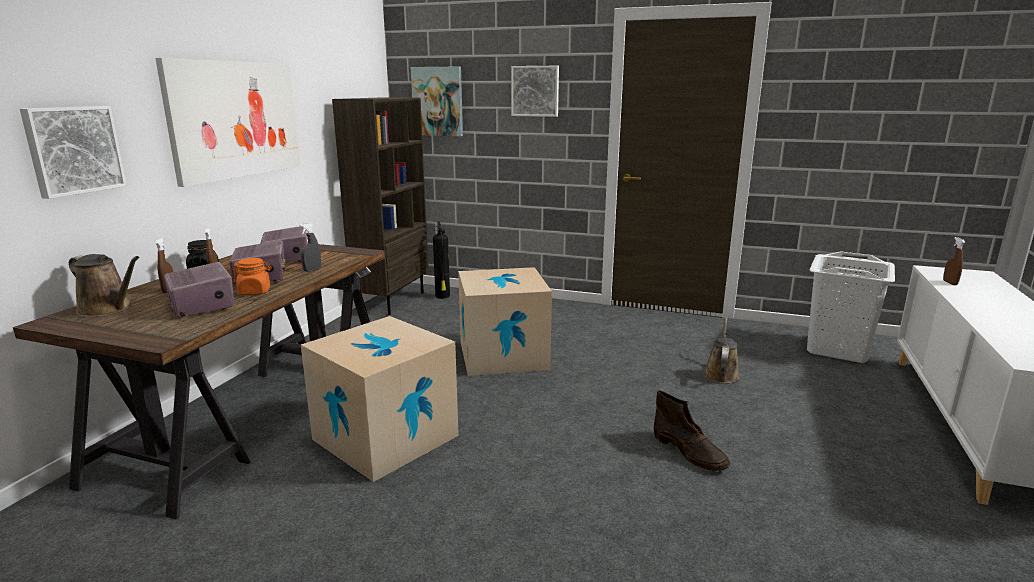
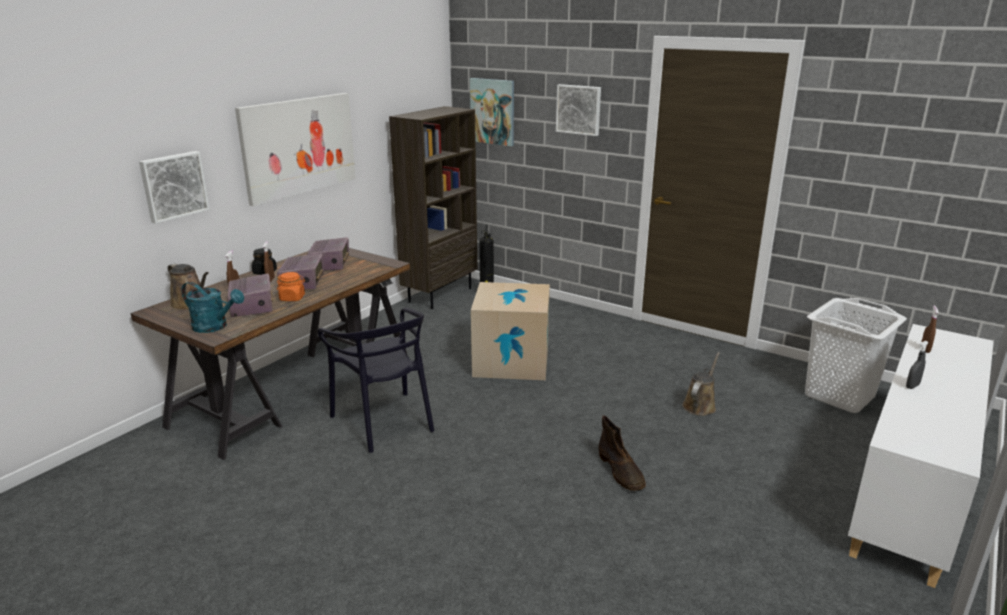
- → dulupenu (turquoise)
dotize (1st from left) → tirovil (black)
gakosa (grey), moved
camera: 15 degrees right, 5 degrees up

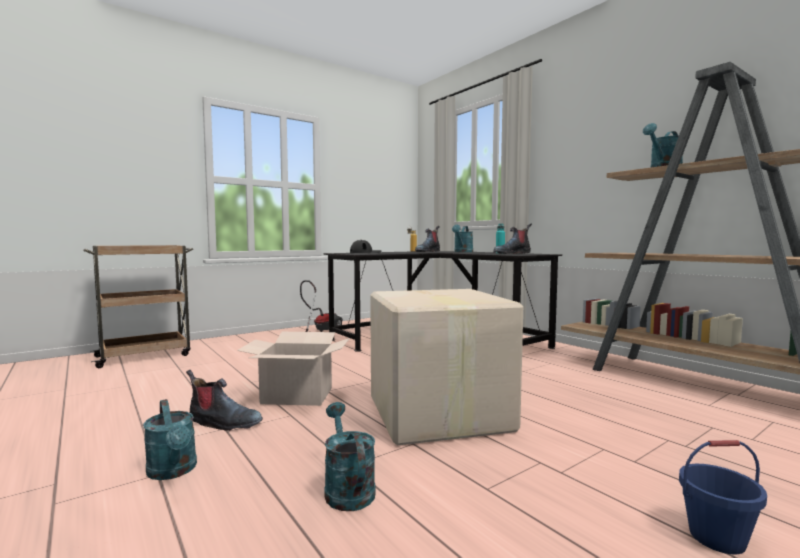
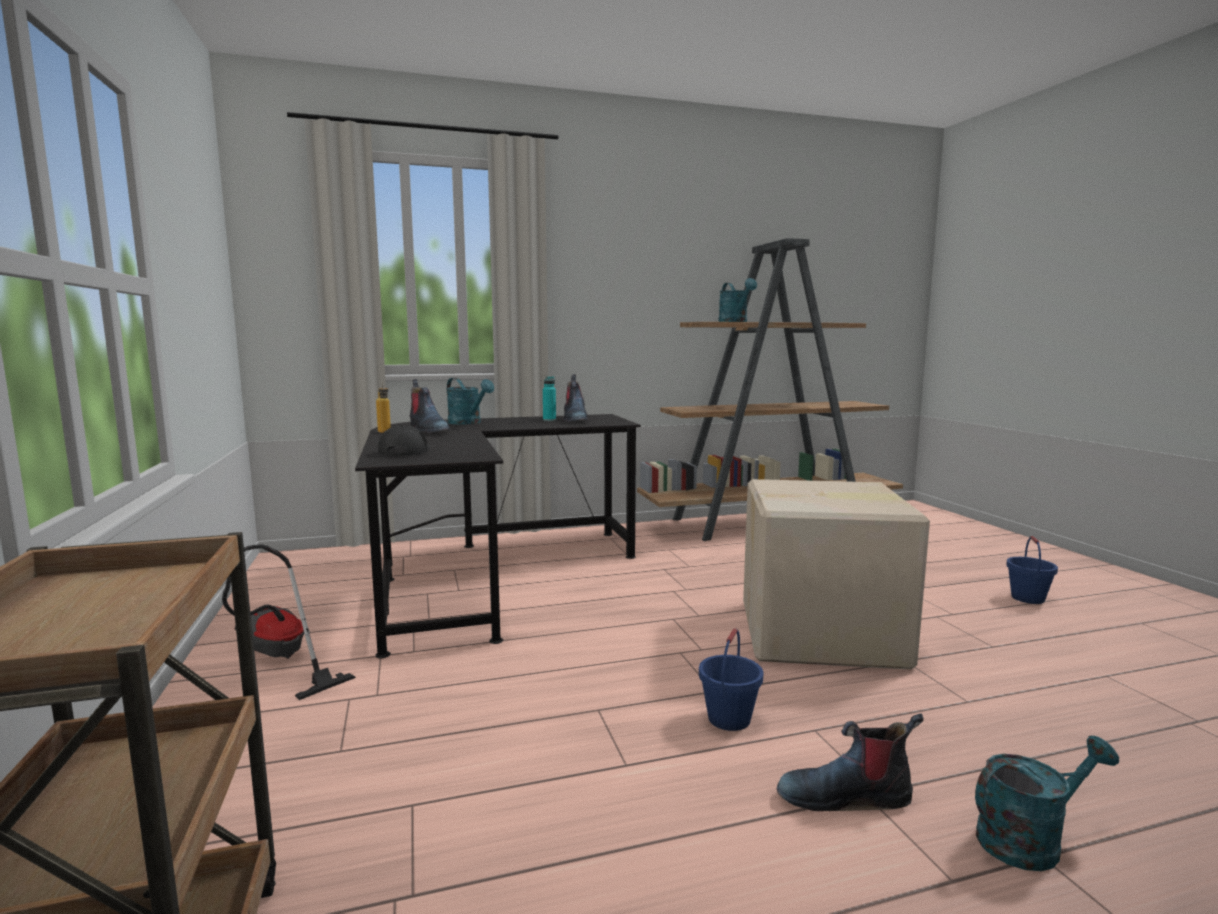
dotize (1st from left) → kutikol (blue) (1st from left)
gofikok (1st from left in the first image) → gofikok (3rd from left), 120 degrees counterclockwise
dulupenu (turquoise) (2nd from left) → -
camera: 70 degrees left, 5 degrees up

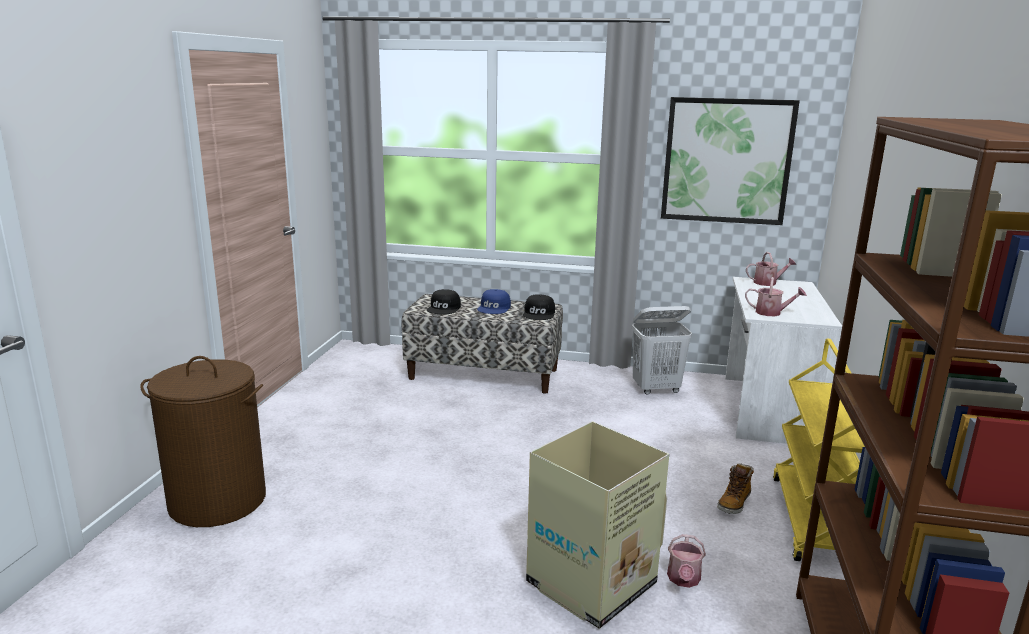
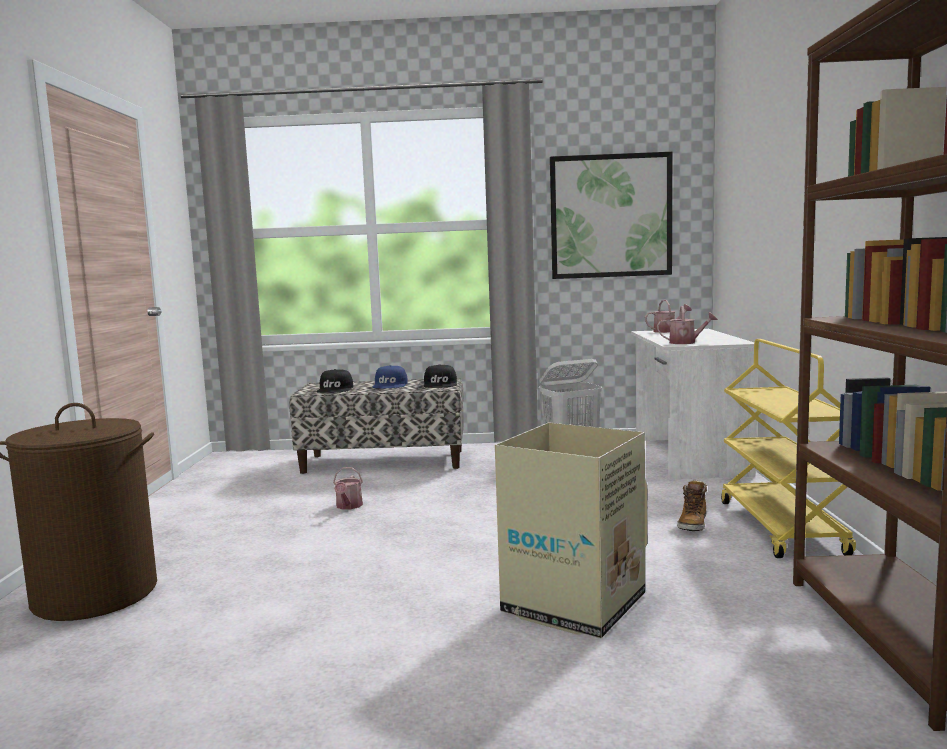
dulupenu (1st from left), moved
camera: 10 degrees left, 10 degrees down

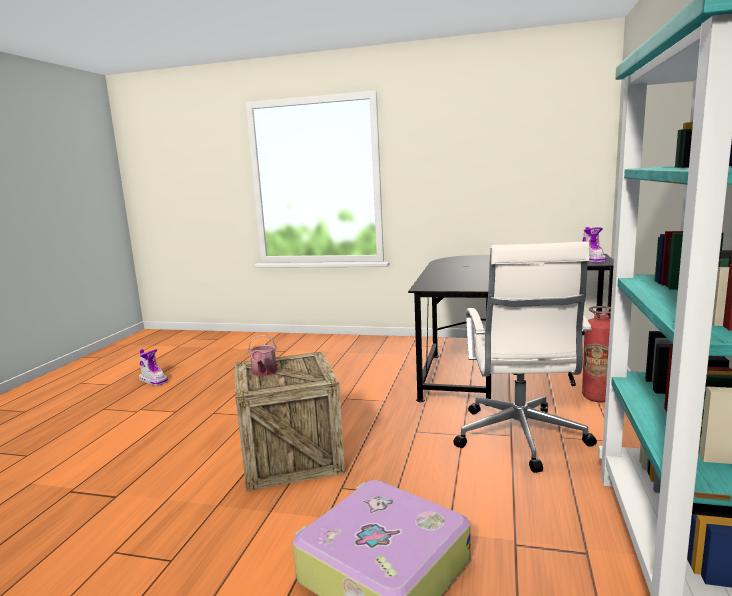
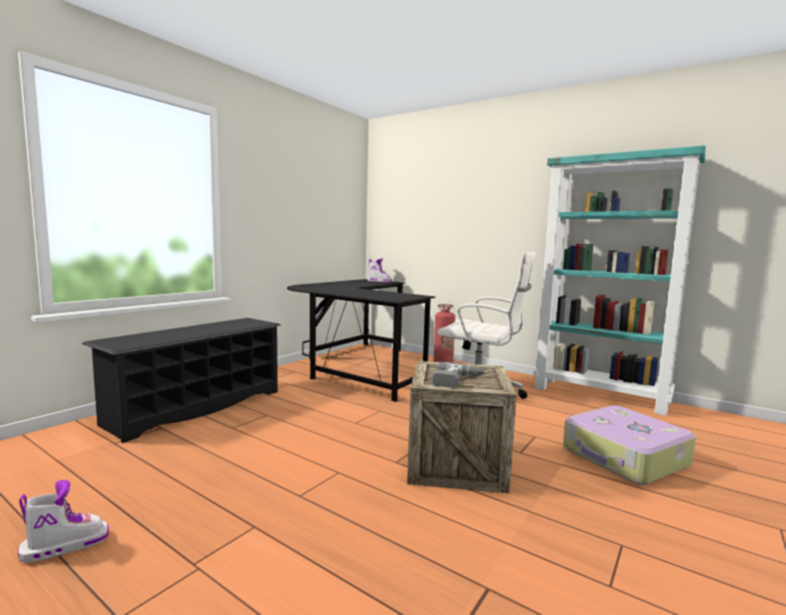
- → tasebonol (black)
dulupenu → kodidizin
camera: 70 degrees left, 5 degrees down

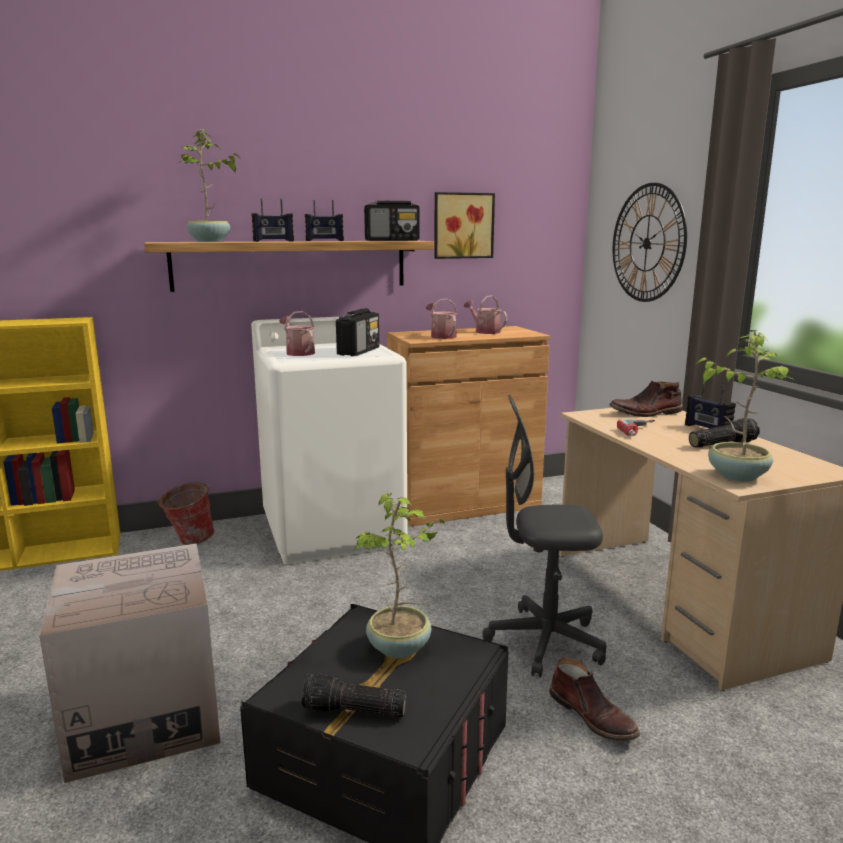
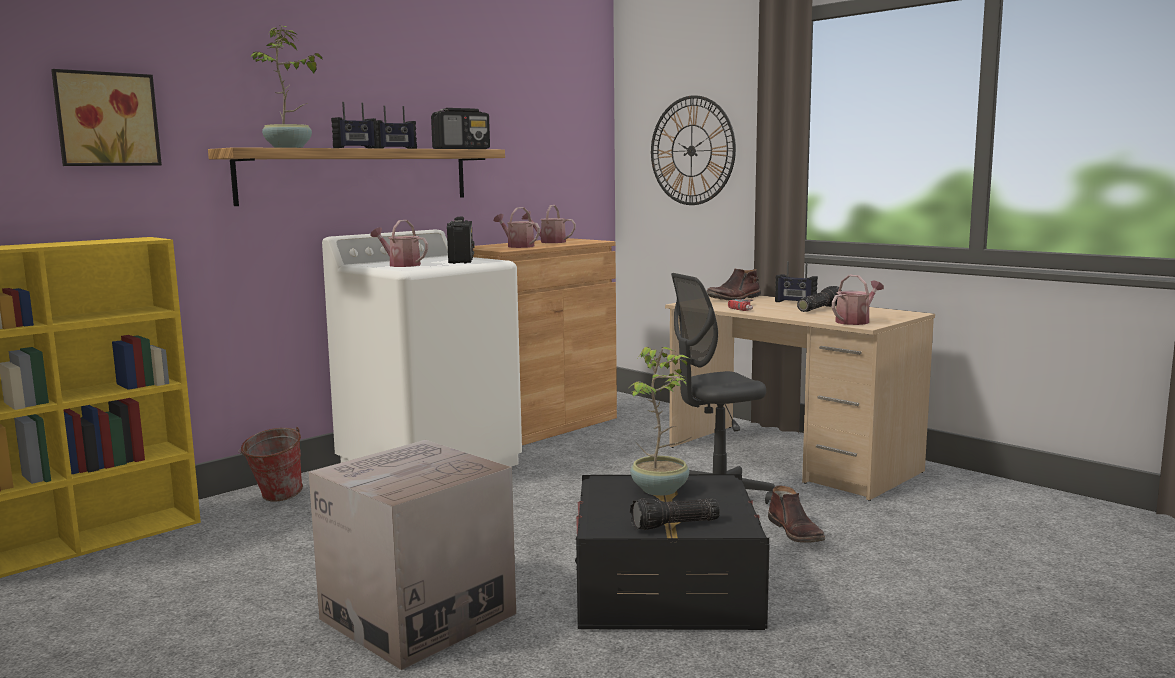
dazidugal, moved
gofikok (brown) (1st from left in the first image) → gofikok (brown) (2nd from left), 45 degrees clockwise
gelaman (3rd from left) → dulupenu (4th from left)
camera: 25 degrees left, 5 degrees down

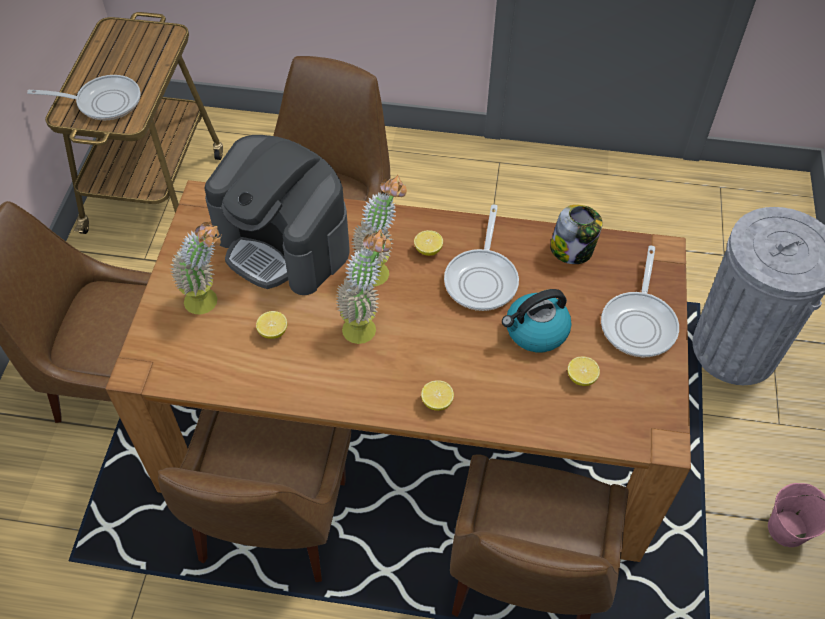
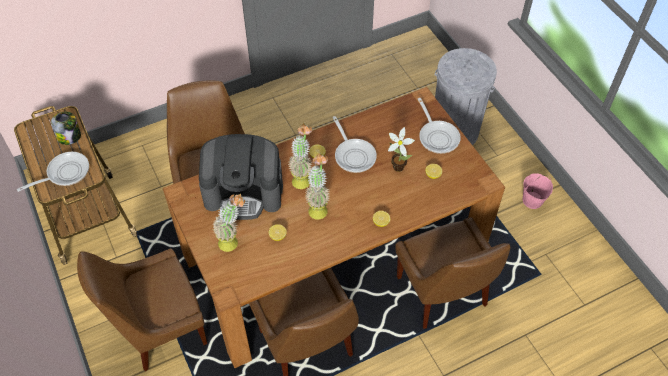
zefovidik, moved
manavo → gelaman (4th from left)
camera: 35 degrees left, 0 degrees up

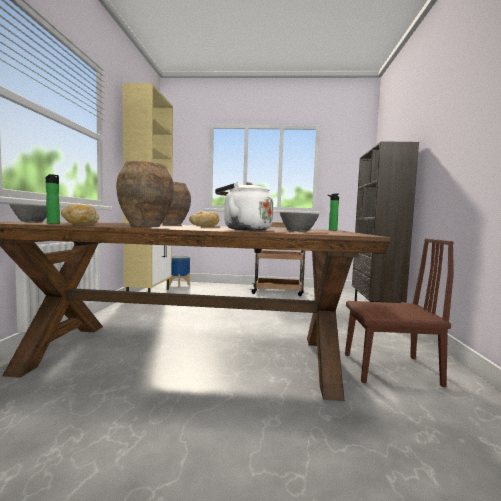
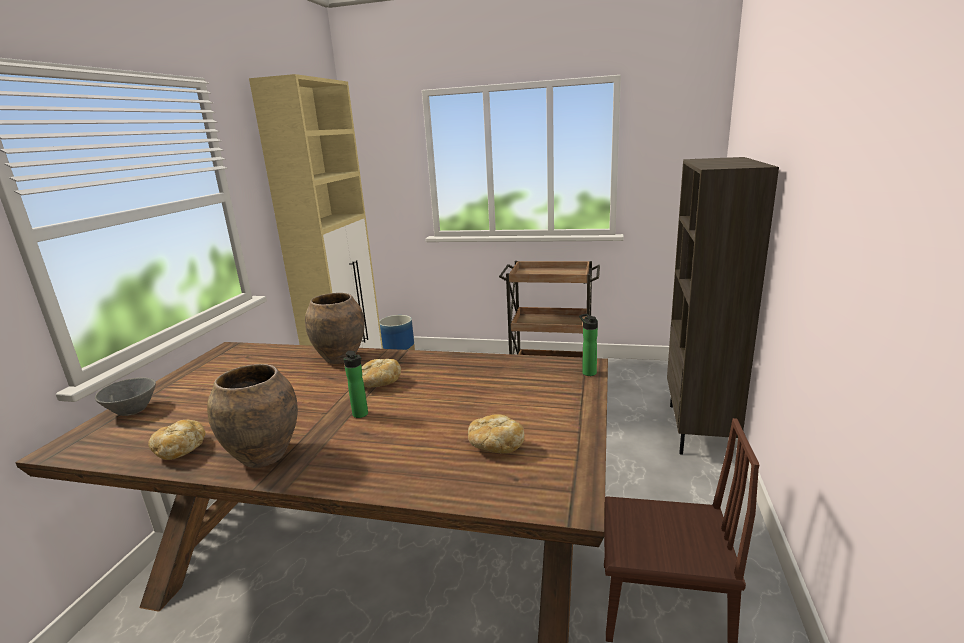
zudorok (1st from left), moved
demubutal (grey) (2nd from left) → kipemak (3rd from left)
manavo (white) → -
camera: 10 degrees right, 15 degrees up

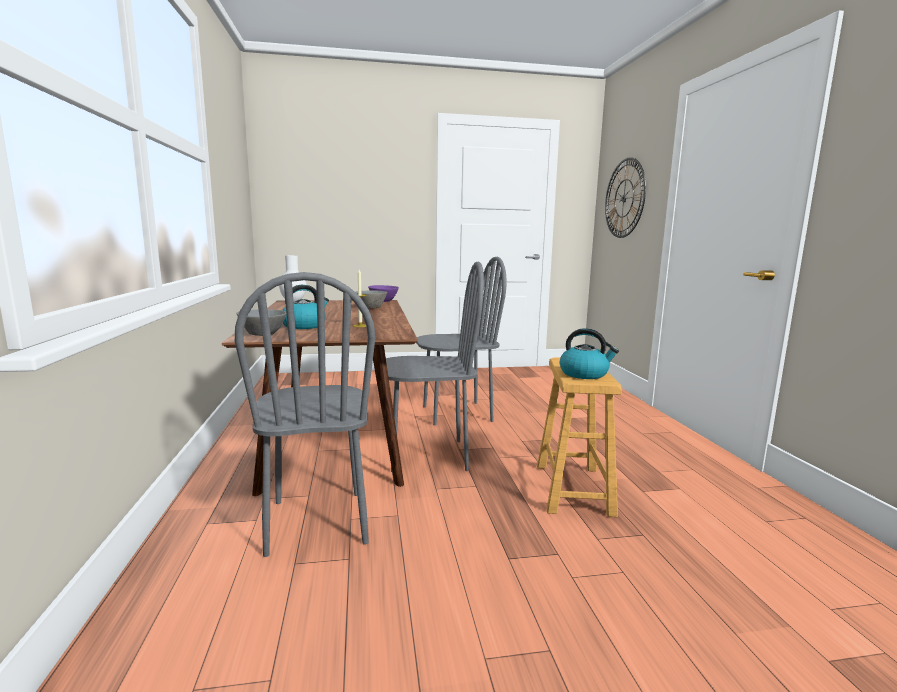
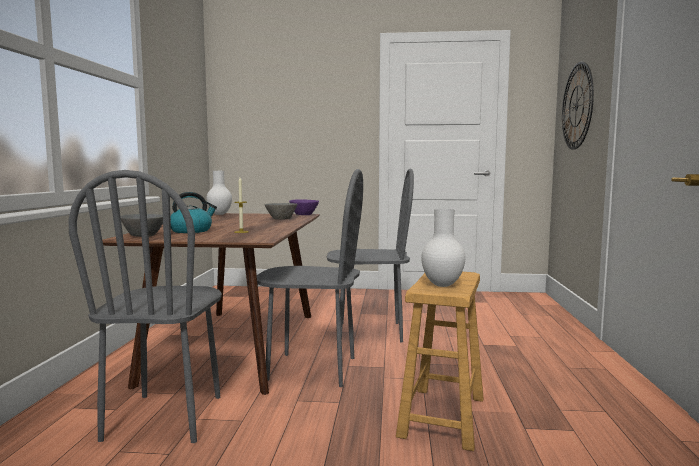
manavo (2nd from left) → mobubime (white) (2nd from left)
camera: 15 degrees right, 5 degrees down

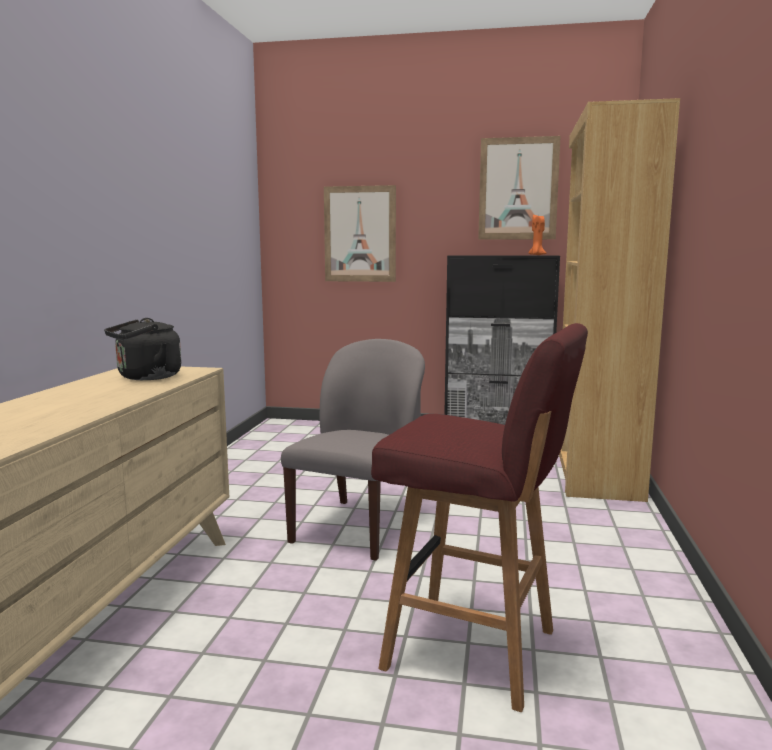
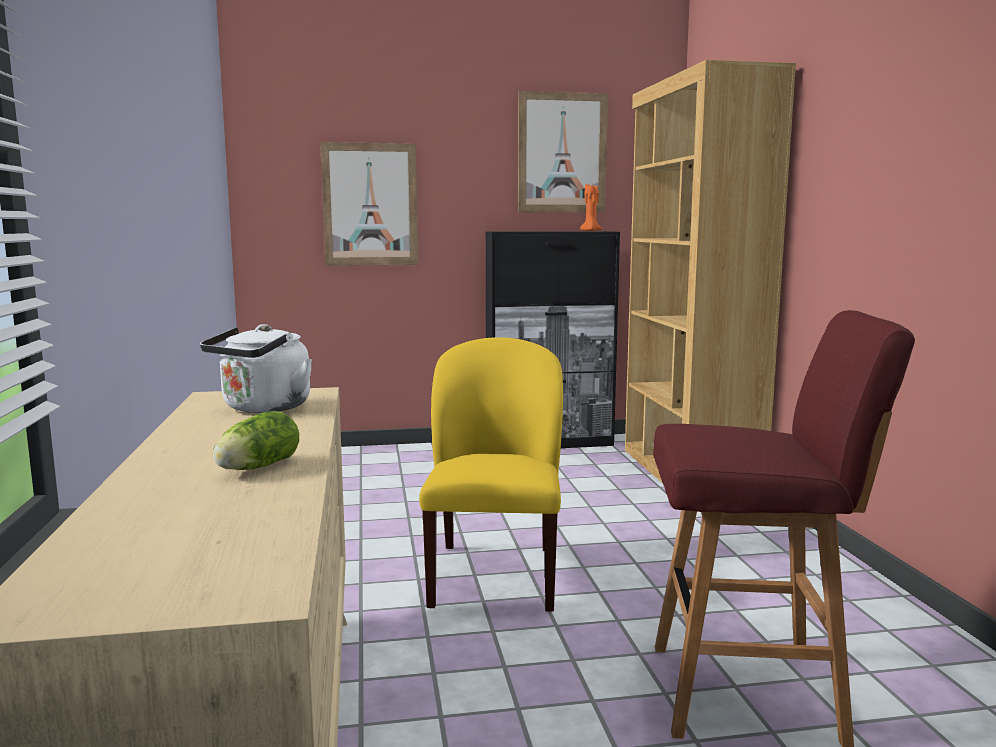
manavo (black) → manavo (white)
- → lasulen
tirovil (grey) → tirovil (yellow)
camera: 20 degrees left, 0 degrees up

